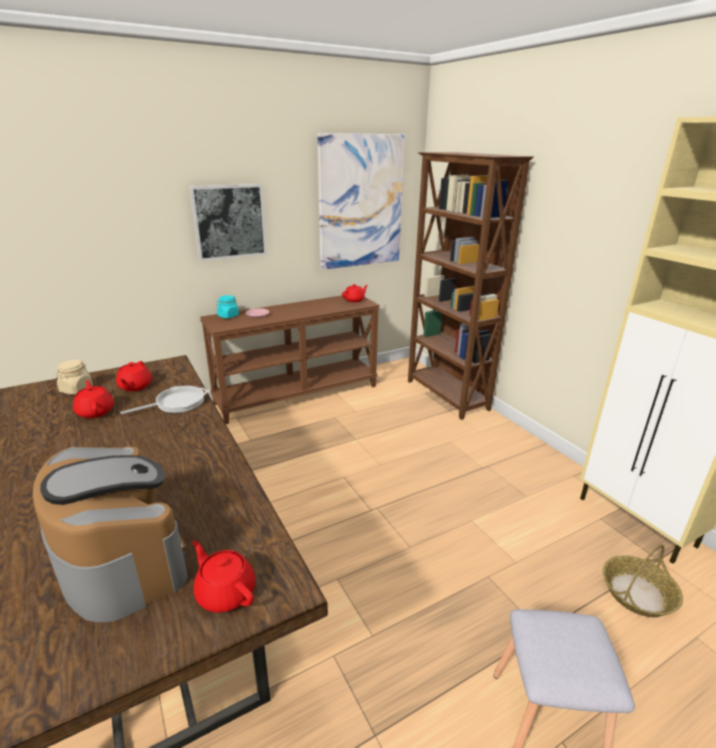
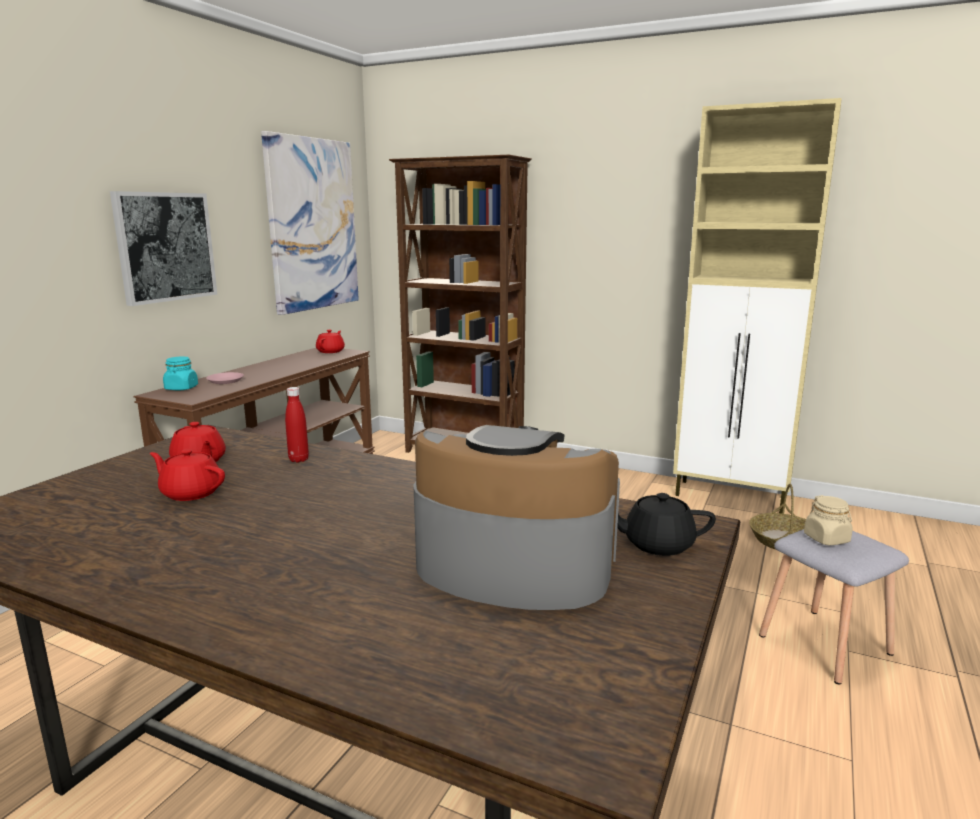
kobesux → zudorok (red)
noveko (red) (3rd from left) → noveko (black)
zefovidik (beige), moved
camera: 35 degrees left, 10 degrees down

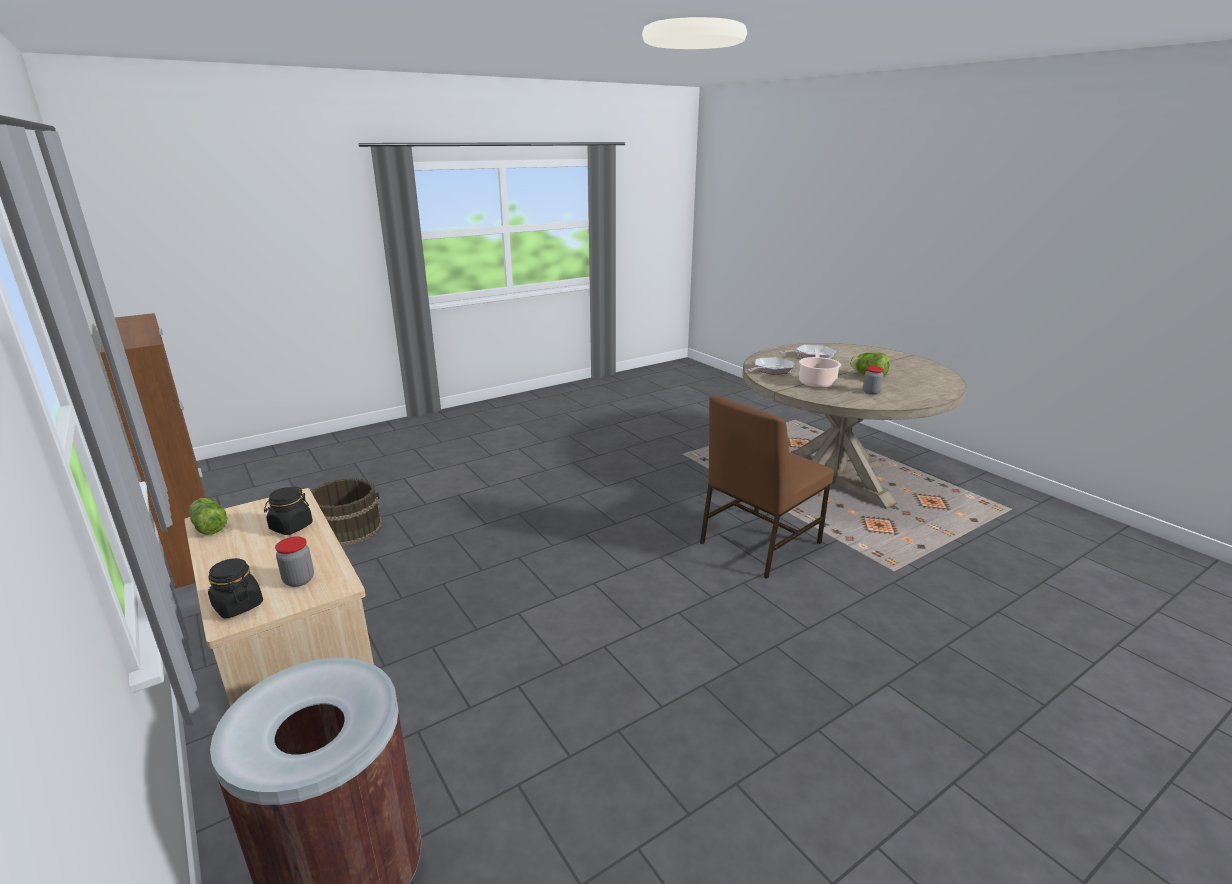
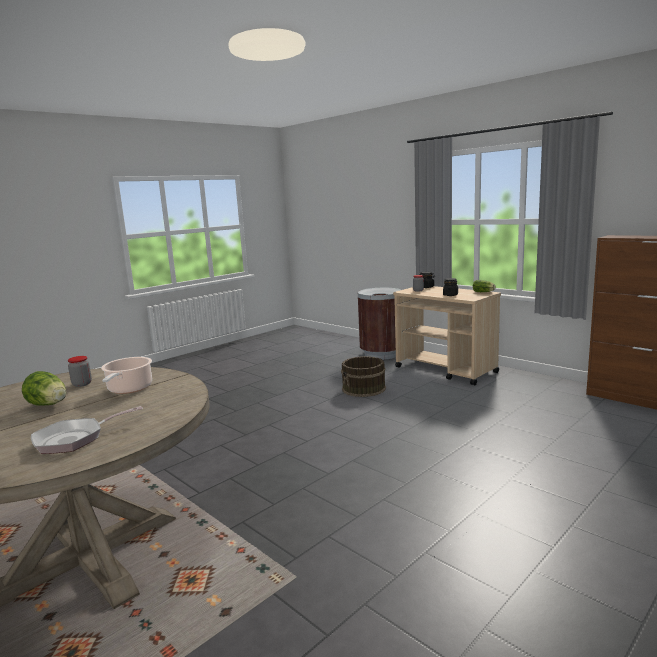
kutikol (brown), moved
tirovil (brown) → -
kobesux (1st from left) → -
camera: 170 degrees right, 10 degrees down

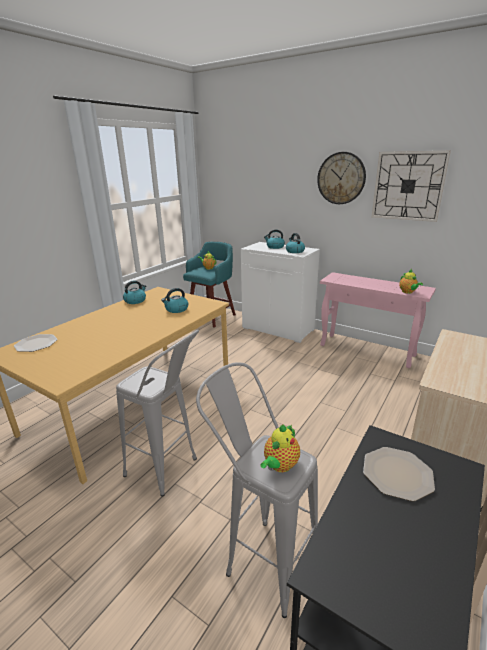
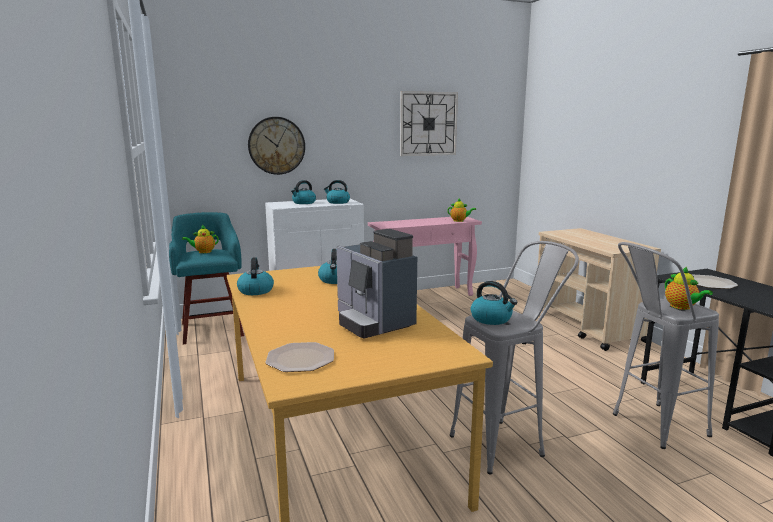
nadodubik (1st from left), moved
- → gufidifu
- → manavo (5th from left)
camera: 55 degrees left, 10 degrees down

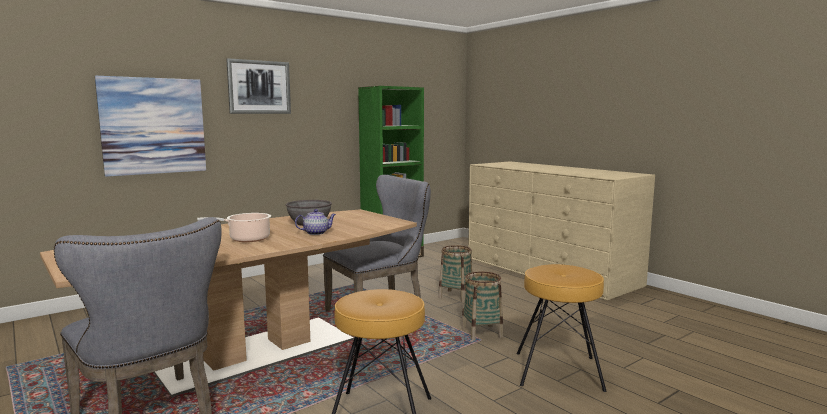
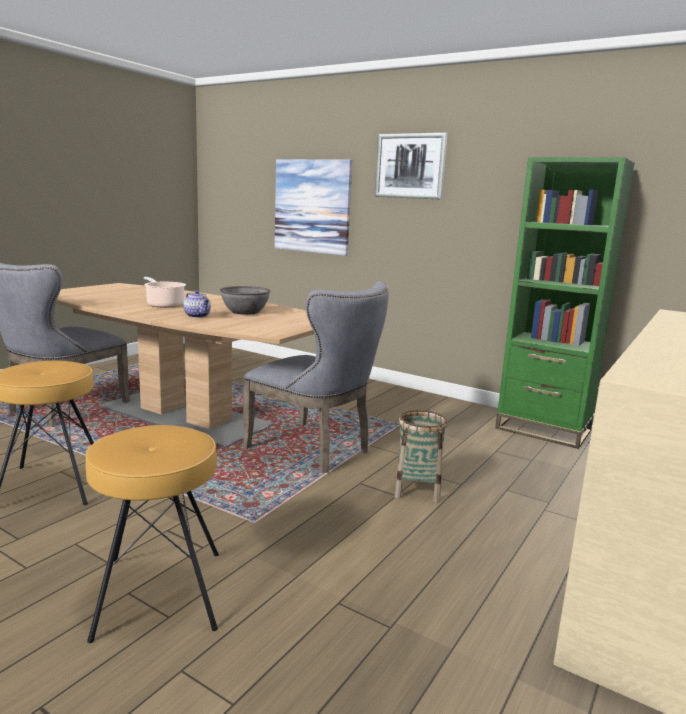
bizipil (2nd from left) → -
camera: 70 degrees right, 5 degrees up

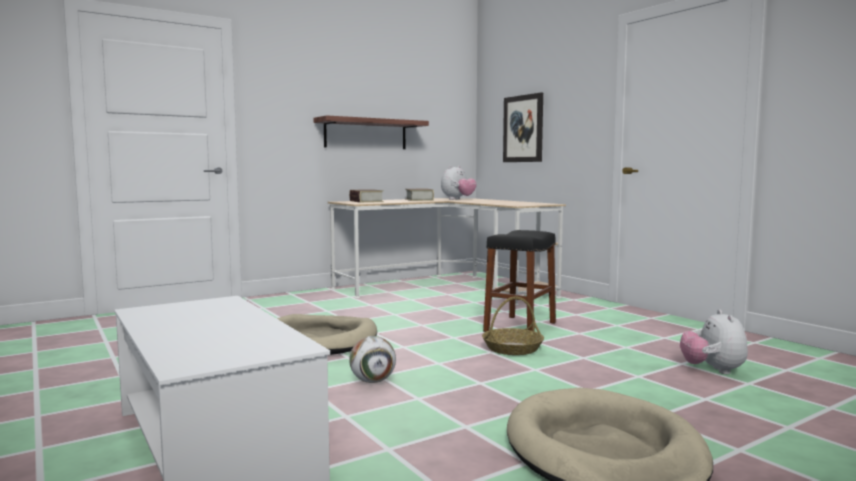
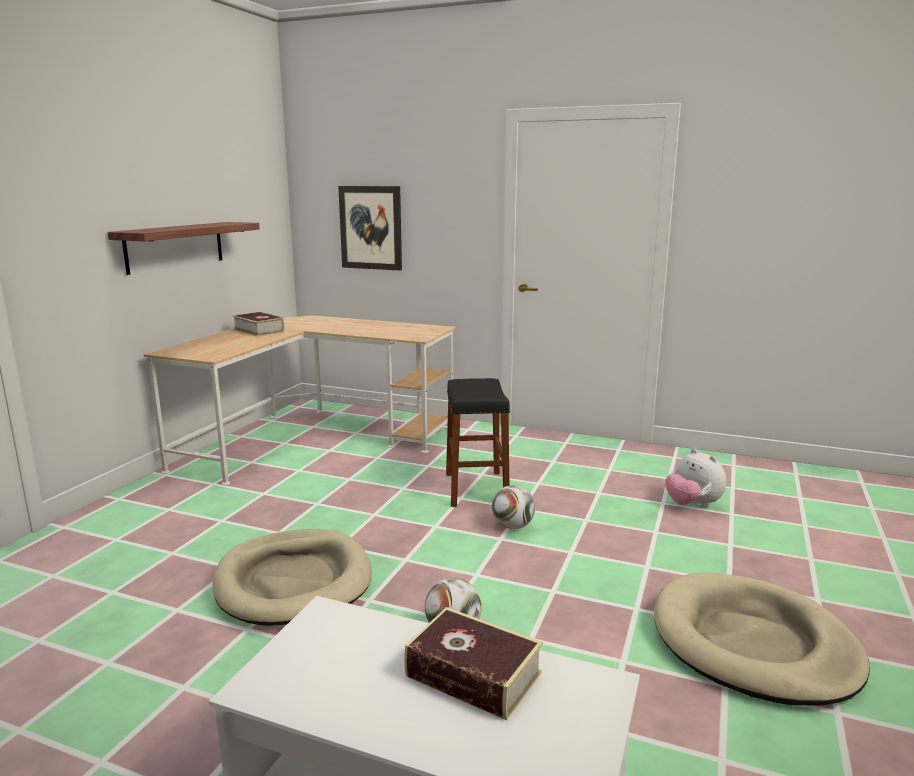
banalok (1st from left in the first image) → banalok (2nd from left), moved
bizipil → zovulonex (2nd from left)
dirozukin (1st from left) → -
camera: 35 degrees left, 10 degrees up

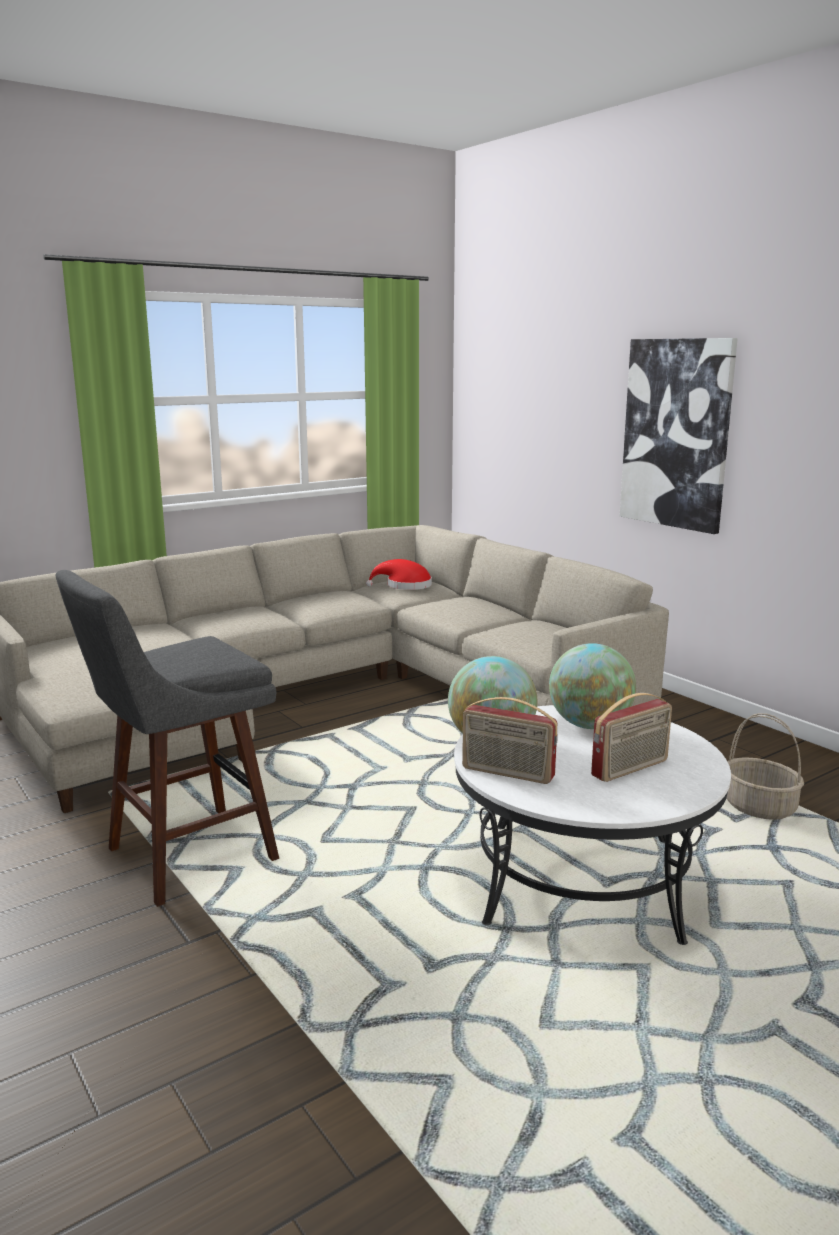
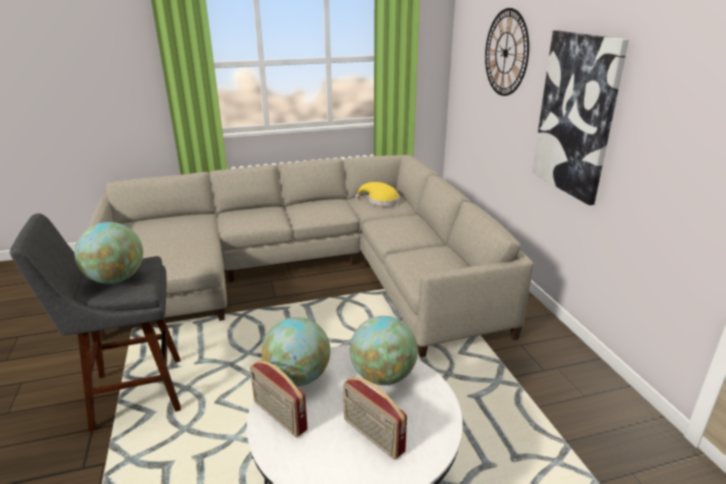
- → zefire (1st from left)
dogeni (2nd from left), 60 degrees clockwise
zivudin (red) → zivudin (yellow)
- → nadodubik
bizipil → -
camera: 20 degrees right, 10 degrees up

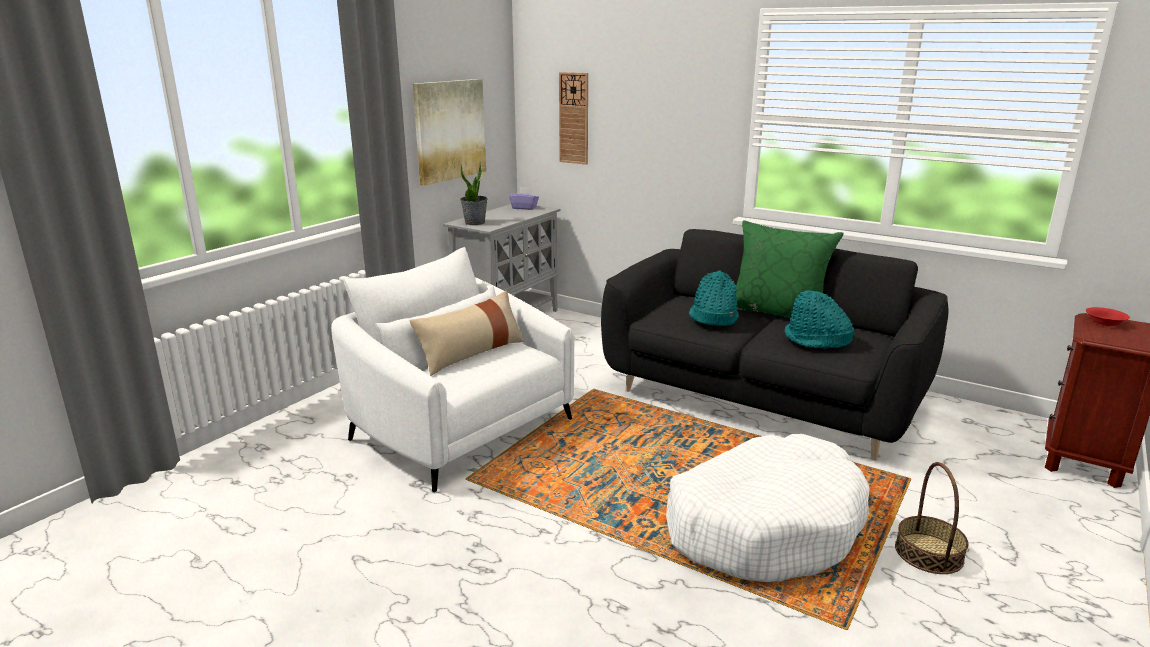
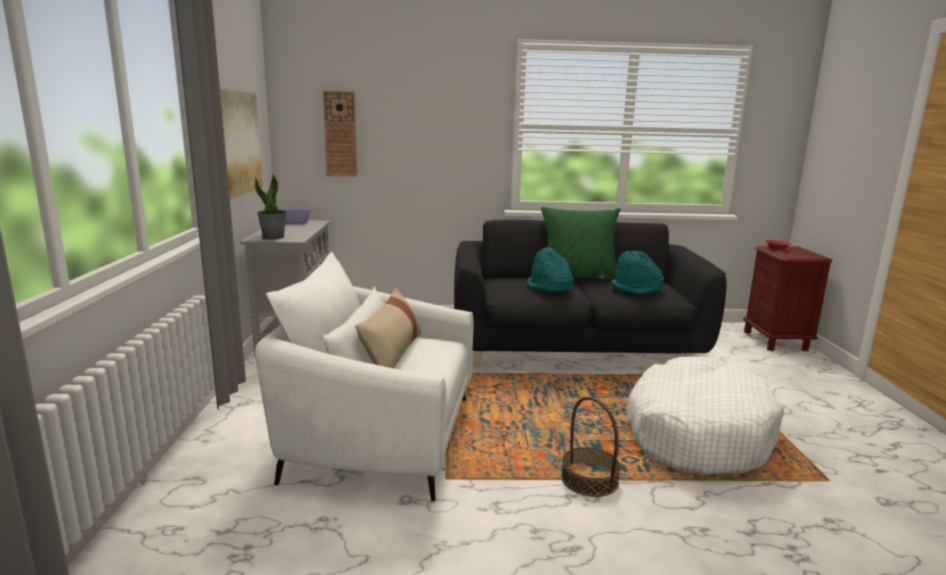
bizipil, moved
camera: 35 degrees left, 5 degrees down

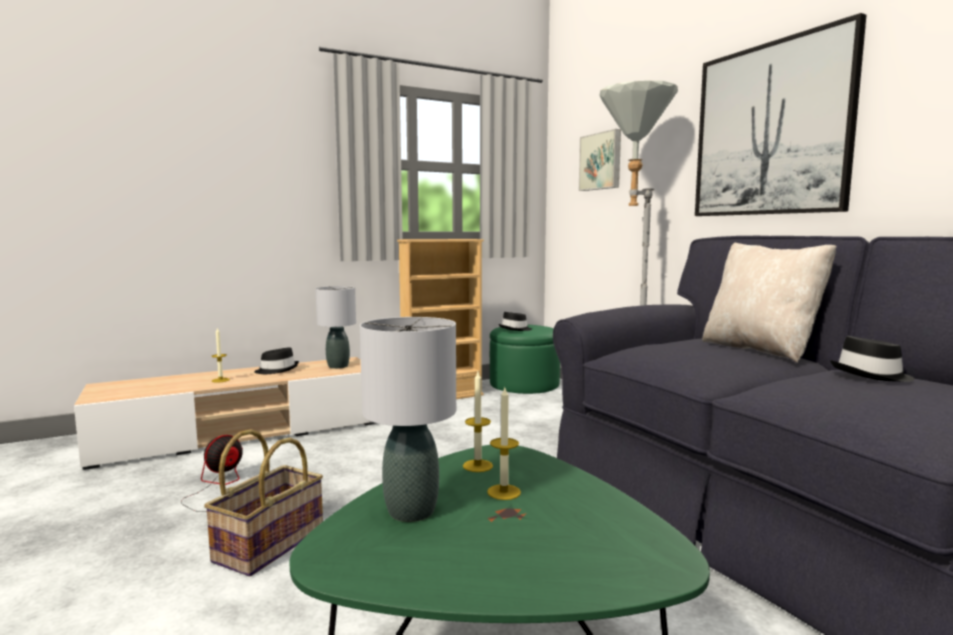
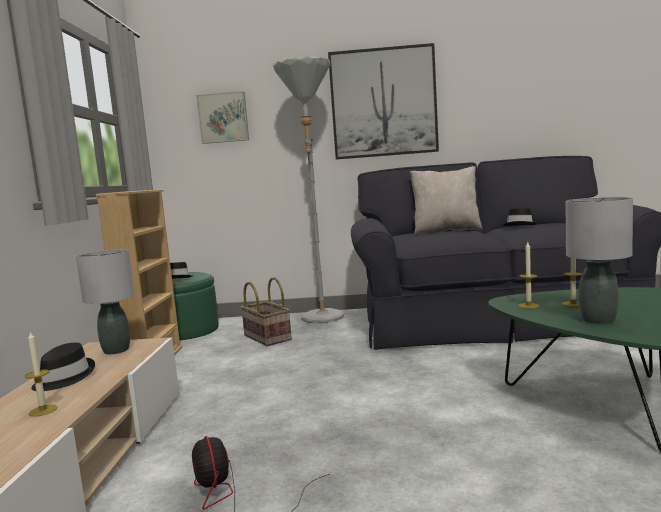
bizipil, moved
camera: 60 degrees left, 0 degrees up

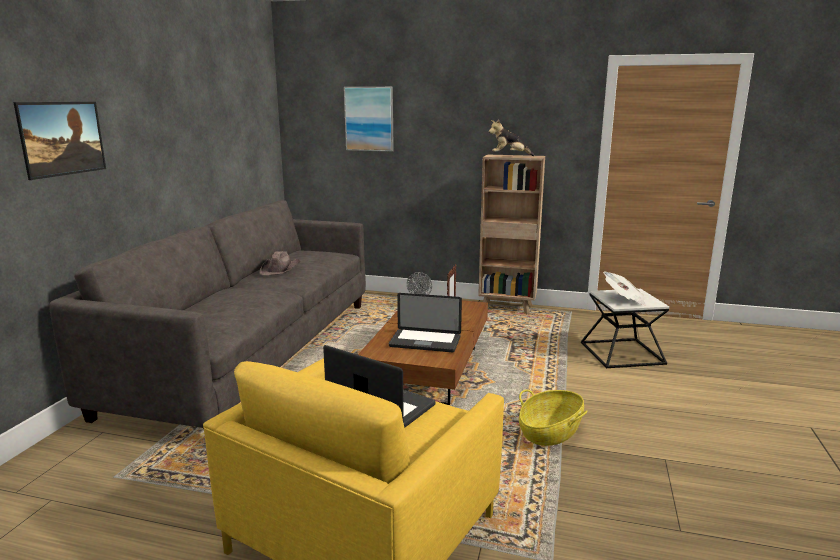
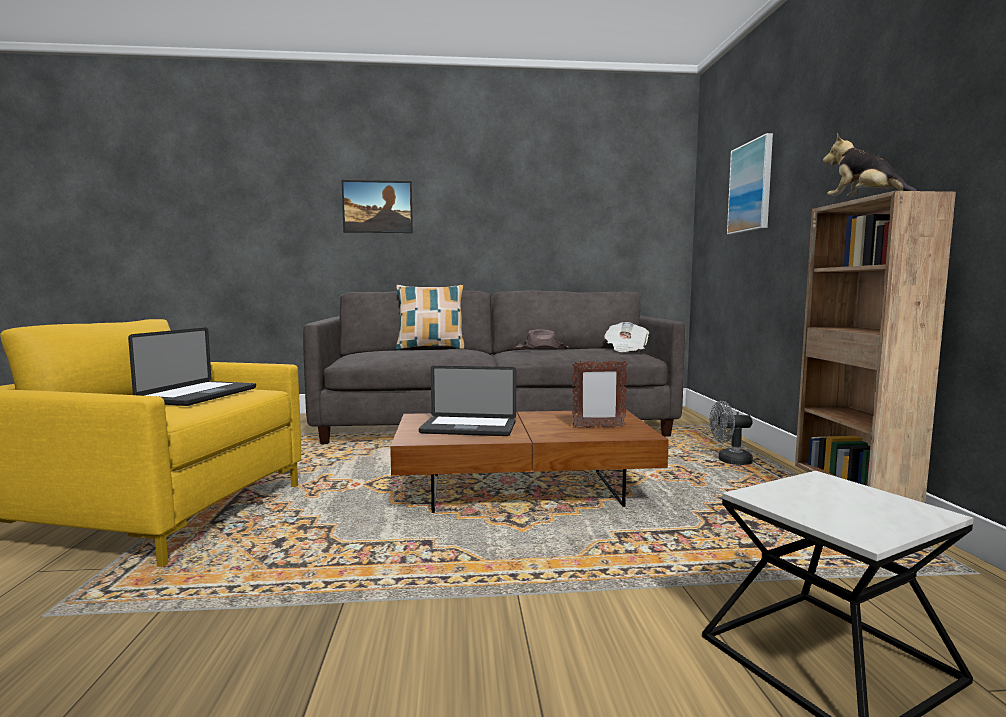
- → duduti
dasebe (2nd from left), 75 degrees counterclockwise
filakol, moved
bizipil → -
camera: 70 degrees right, 10 degrees down

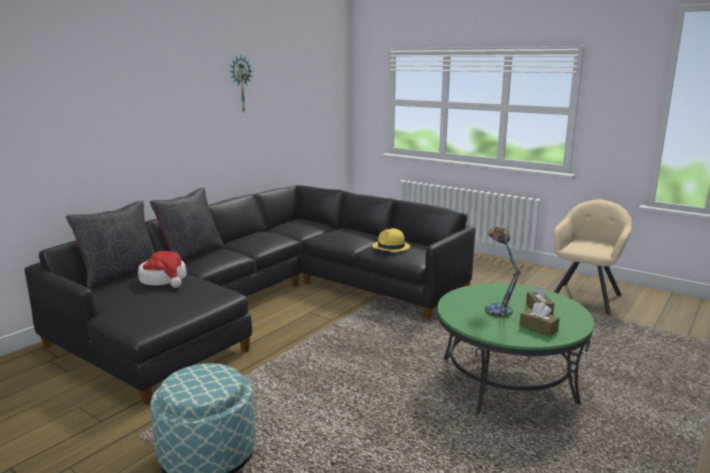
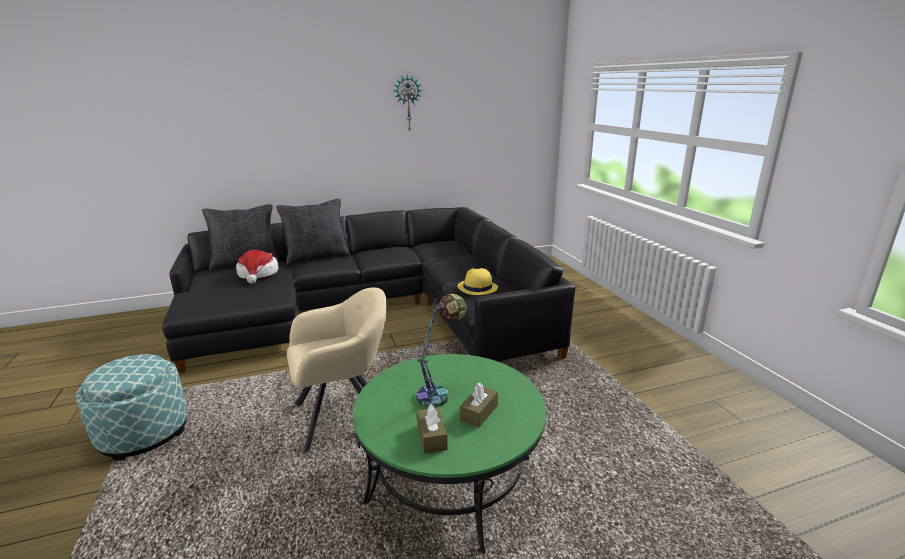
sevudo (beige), moved
camera: 35 degrees right, 5 degrees up

